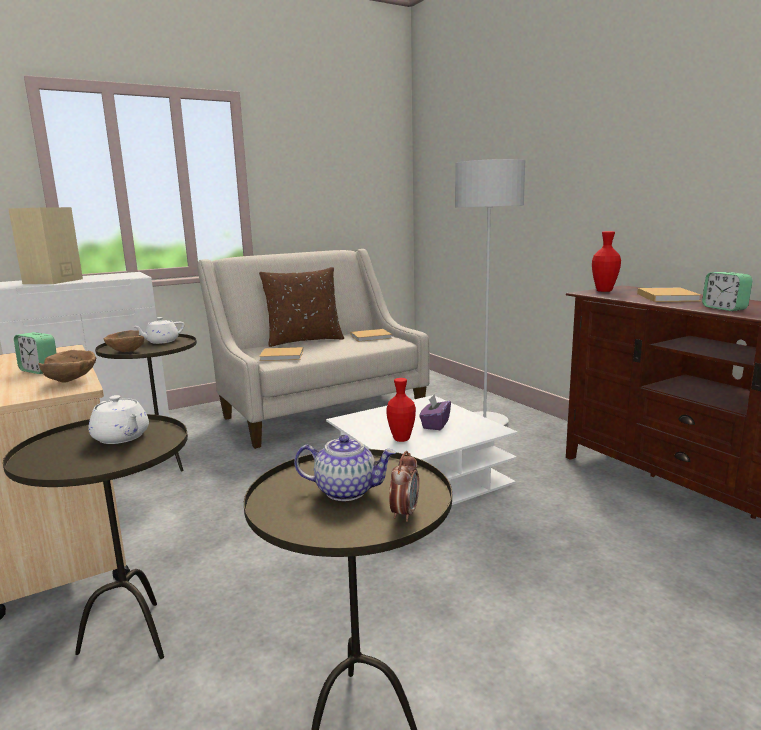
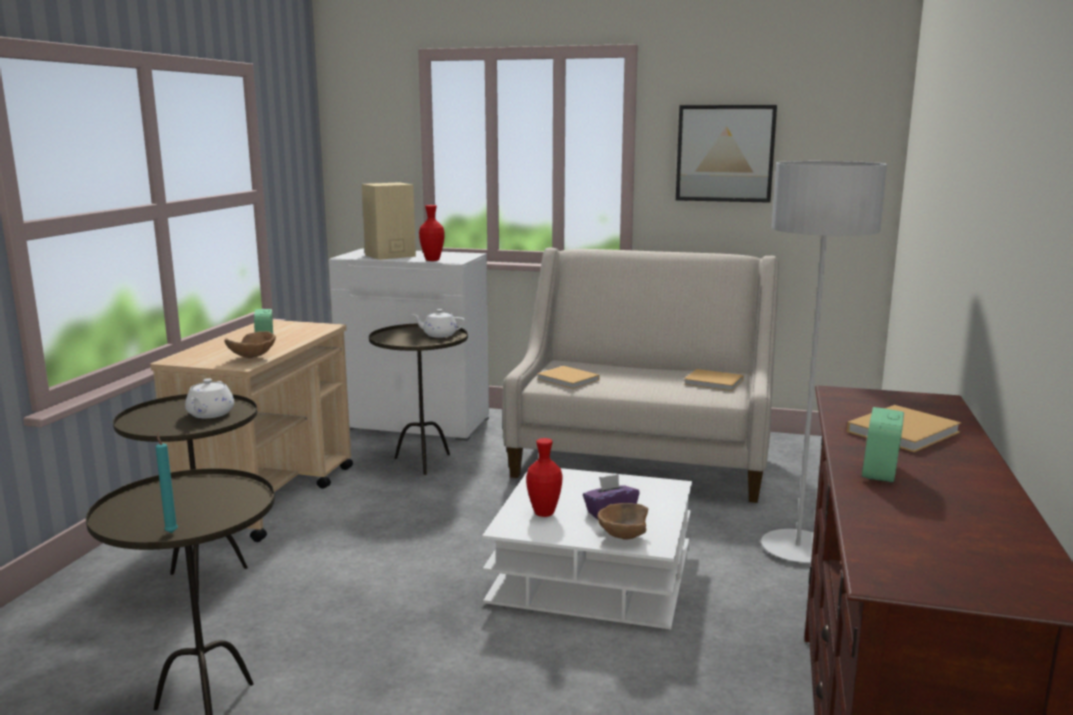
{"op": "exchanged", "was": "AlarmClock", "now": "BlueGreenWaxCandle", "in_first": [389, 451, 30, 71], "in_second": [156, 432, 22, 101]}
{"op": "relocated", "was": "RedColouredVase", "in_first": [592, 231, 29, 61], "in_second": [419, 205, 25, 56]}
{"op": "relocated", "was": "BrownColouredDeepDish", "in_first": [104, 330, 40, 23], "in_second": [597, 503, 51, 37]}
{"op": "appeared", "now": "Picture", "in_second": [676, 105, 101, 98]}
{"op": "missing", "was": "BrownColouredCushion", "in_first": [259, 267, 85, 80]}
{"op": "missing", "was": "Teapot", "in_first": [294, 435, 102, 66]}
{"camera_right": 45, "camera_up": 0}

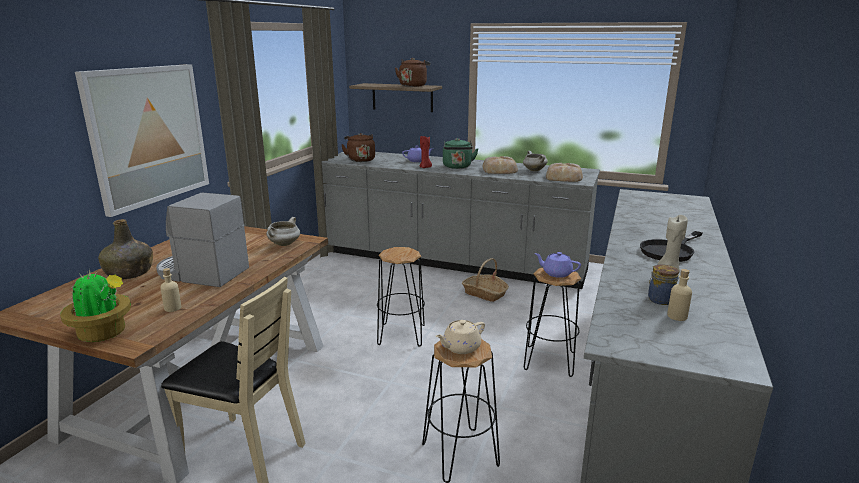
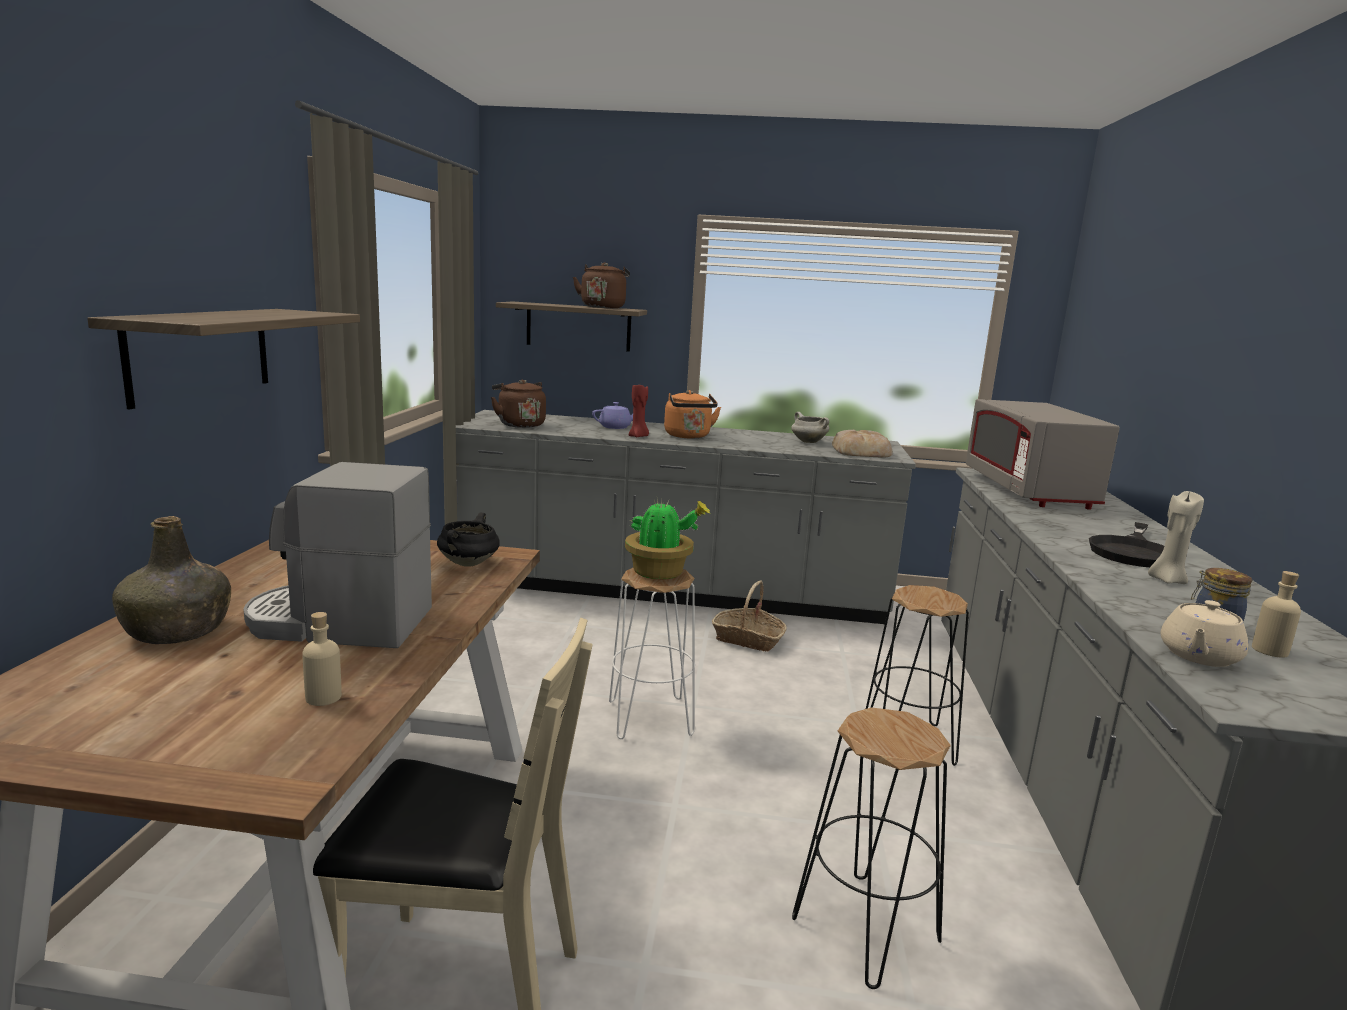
{"op": "exchanged", "was": "Picture", "now": "Shelf", "in_first": [75, 64, 134, 153], "in_second": [87, 309, 273, 100]}
{"op": "colour", "was": "WhiteColouredSaucepot", "now": "BlackishSaucepot", "in_first": [267, 217, 33, 29], "in_second": [437, 512, 63, 55]}
{"op": "colour", "was": "BlackishStoolSeat", "now": "WhiteColouredStoolSeat", "in_first": [377, 247, 48, 100], "in_second": [609, 568, 86, 171]}
{"op": "relocated", "was": "PottedPlant", "in_first": [60, 267, 71, 75], "in_second": [625, 498, 85, 82]}
{"op": "colour", "was": "GreenWaterKettle", "now": "OrangeyWaterKettle", "in_first": [443, 138, 36, 31], "in_second": [664, 390, 57, 48]}
{"op": "appeared", "now": "GrayMicrowave", "in_second": [966, 399, 154, 111]}
{"op": "relocated", "was": "BeigeColouredTeapot", "in_first": [436, 320, 49, 34], "in_second": [1160, 600, 88, 67]}
{"op": "missing", "was": "BakedBread", "in_first": [483, 156, 35, 18]}
{"op": "missing", "was": "PurpleColouredTeapot", "in_first": [534, 252, 47, 26]}
{"camera_right": -15, "camera_up": -5}

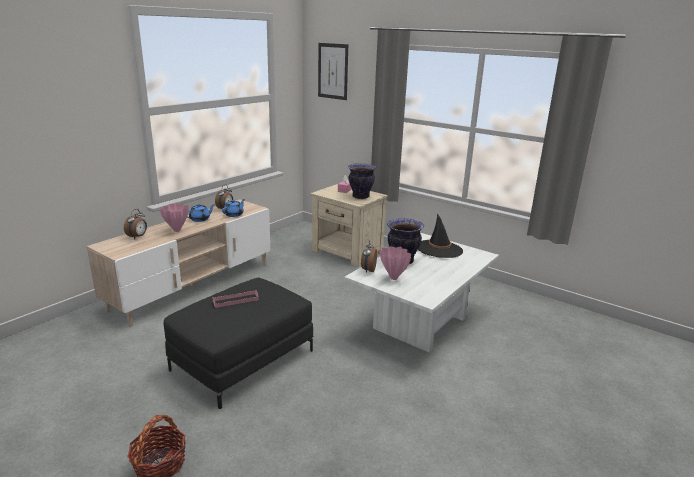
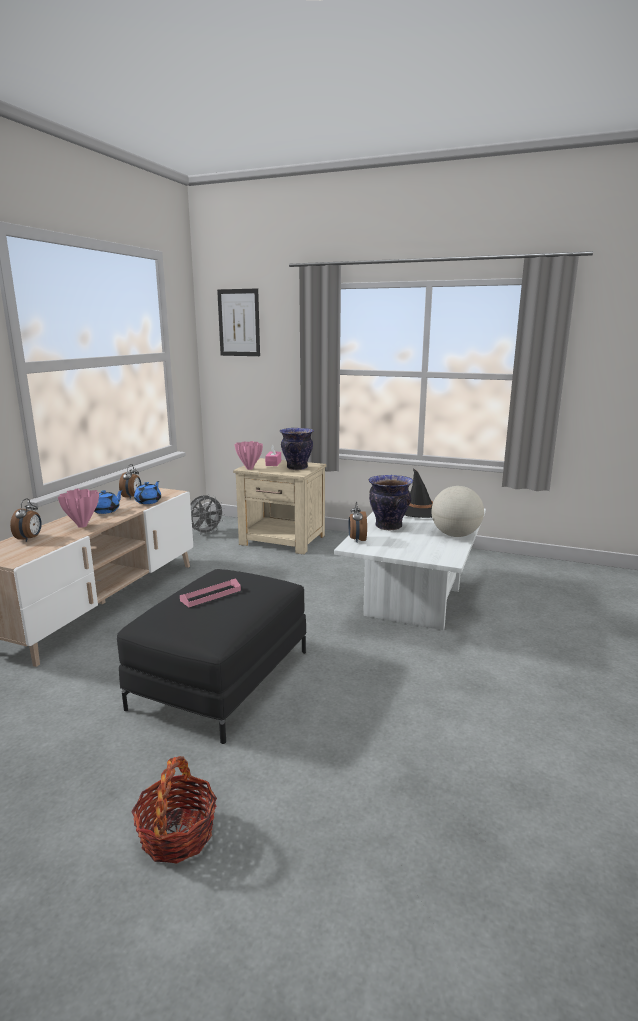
{"op": "appeared", "now": "GrayFan", "in_second": [190, 494, 35, 41]}
{"op": "relocated", "was": "PinkVase", "in_first": [380, 246, 31, 34], "in_second": [234, 441, 29, 29]}
{"op": "appeared", "now": "WorldGlobe", "in_second": [431, 486, 53, 51]}
{"camera_right": -15, "camera_up": -5}

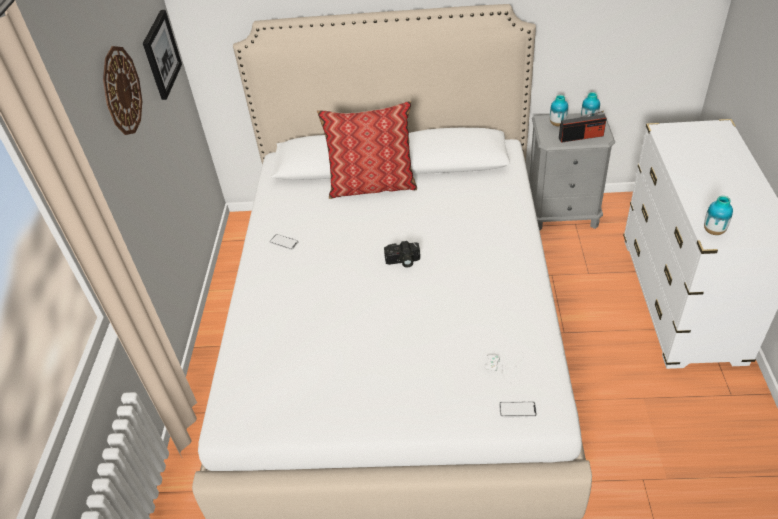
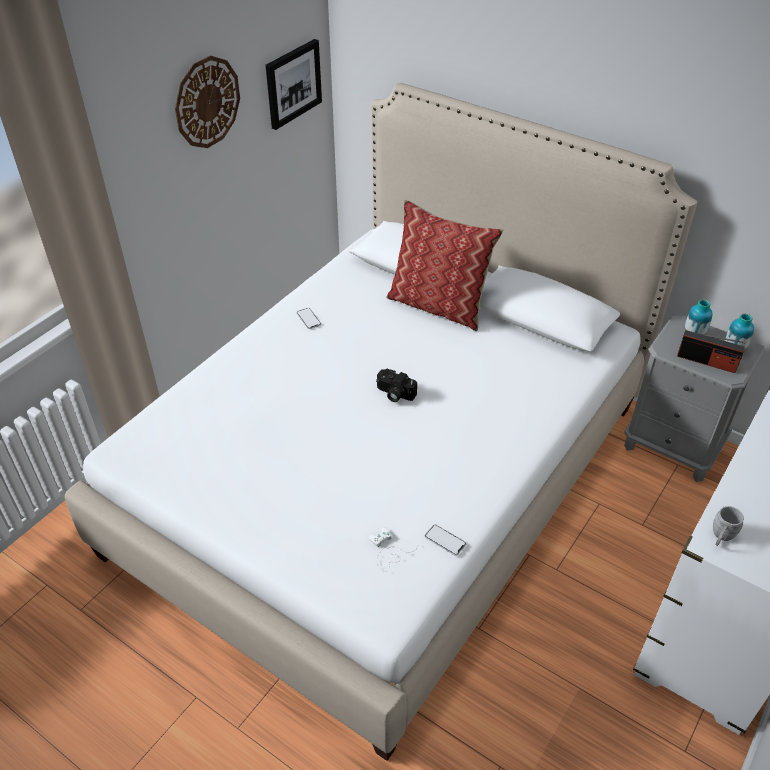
{"op": "relocated", "was": "Phone", "in_first": [499, 402, 38, 15], "in_second": [425, 525, 41, 31]}
{"op": "exchanged", "was": "Vase", "now": "GrayCoffeeMug", "in_first": [704, 196, 29, 39], "in_second": [713, 506, 31, 40]}
{"camera_right": 30, "camera_up": 0}

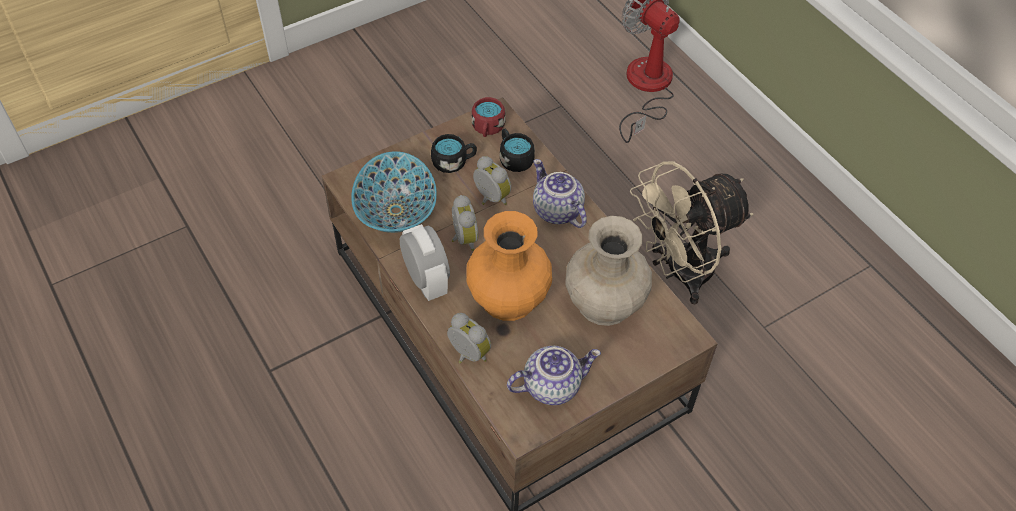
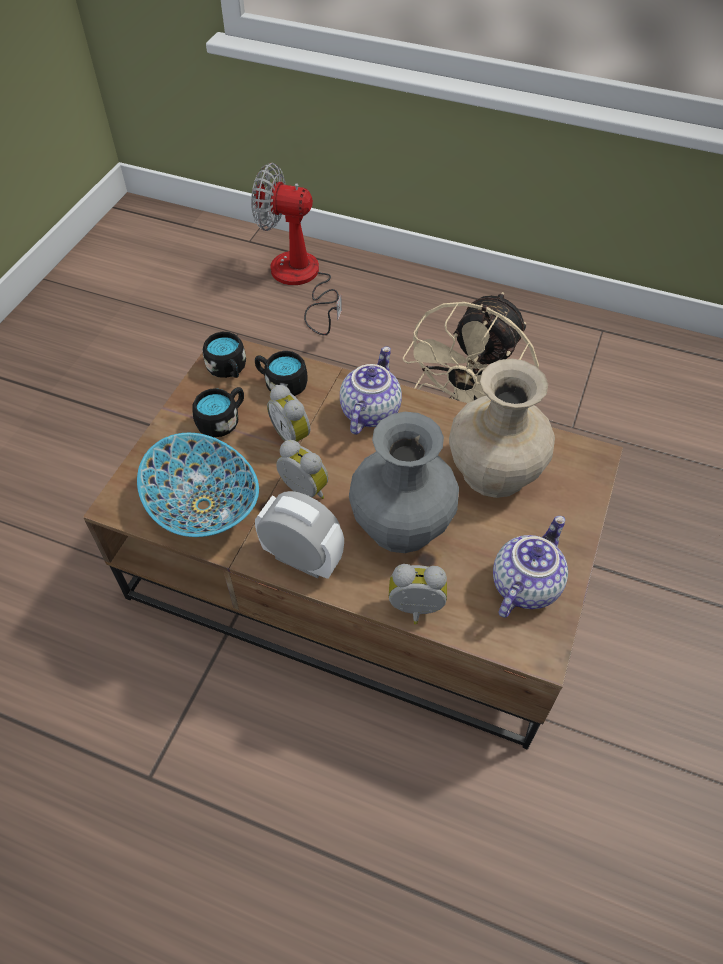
{"op": "colour", "was": "RedColouredCoffeeMug", "now": "BlackishCoffeeMug", "in_first": [471, 97, 35, 40], "in_second": [203, 332, 43, 46]}
{"op": "spun", "was": "AlarmClock", "in_first": [473, 156, 38, 49], "in_second": [267, 385, 43, 58], "clockwise": -135}
{"op": "spun", "was": "Teapot", "in_first": [533, 159, 54, 69], "in_second": [340, 346, 62, 88], "clockwise": 90}
{"op": "colour", "was": "OrangeyVase", "now": "GrayVase", "in_first": [466, 211, 86, 110], "in_second": [349, 412, 110, 141]}
{"camera_right": -35, "camera_up": 0}

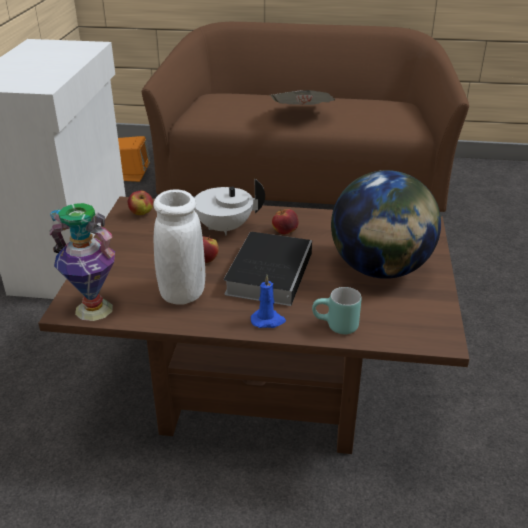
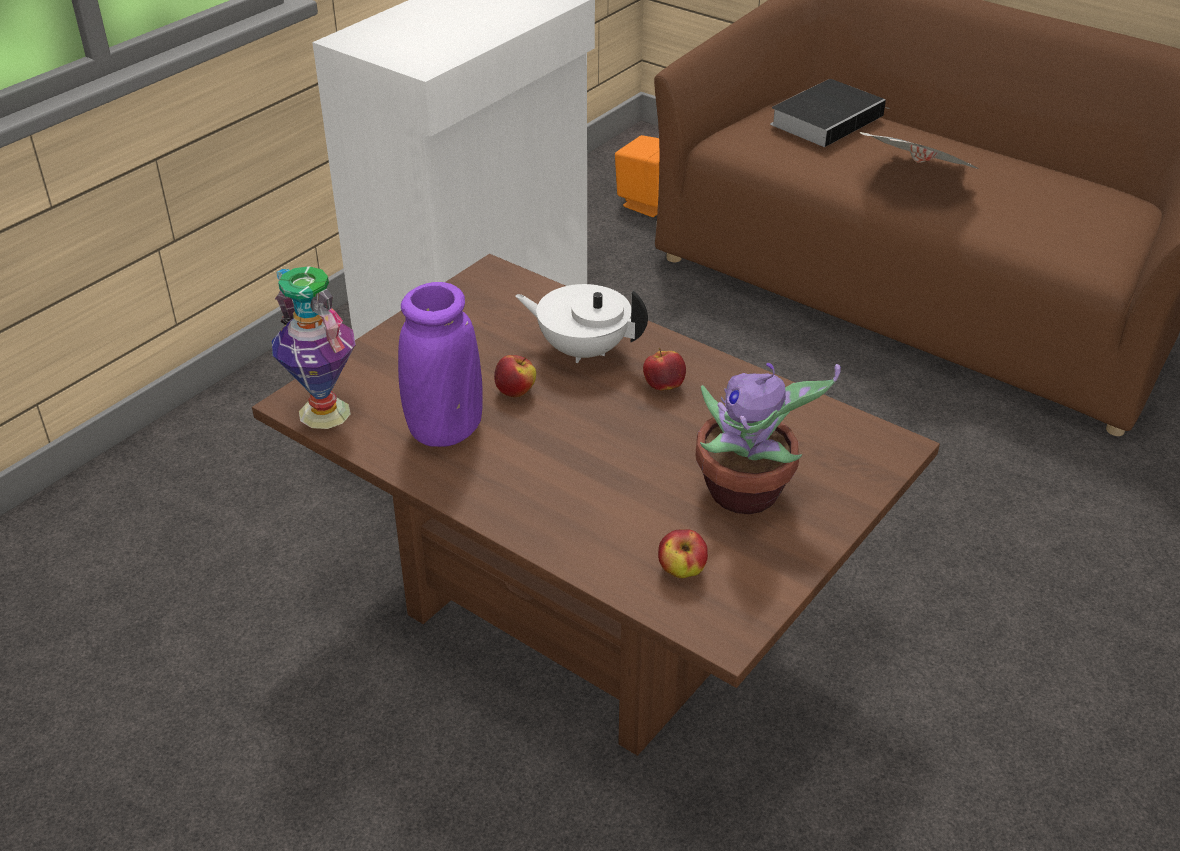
{"op": "colour", "was": "WhiteColouredVase", "now": "PurpleColouredVase", "in_first": [154, 190, 51, 115], "in_second": [398, 282, 85, 165]}
{"op": "relocated", "was": "AppleFruit", "in_first": [127, 191, 26, 24], "in_second": [658, 529, 50, 49]}
{"op": "exchanged", "was": "WorldGlobe", "now": "PottedPlant", "in_first": [331, 170, 110, 109], "in_second": [696, 363, 145, 151]}
{"op": "relocated", "was": "Book", "in_first": [224, 232, 88, 74], "in_second": [770, 79, 120, 68]}
{"op": "missing", "was": "BlueColouredWaxCandle", "in_first": [251, 275, 35, 53]}
{"op": "missing", "was": "BlueGreenCoffeeMug", "in_first": [312, 287, 49, 47]}
{"camera_right": 30, "camera_up": 5}

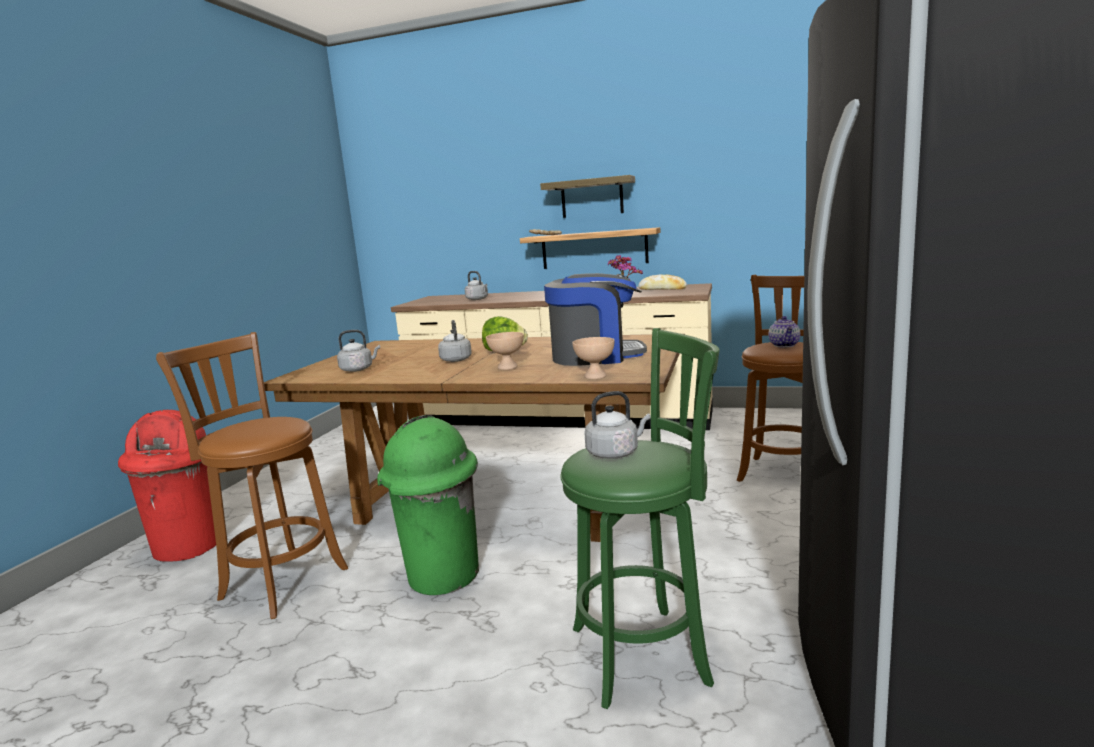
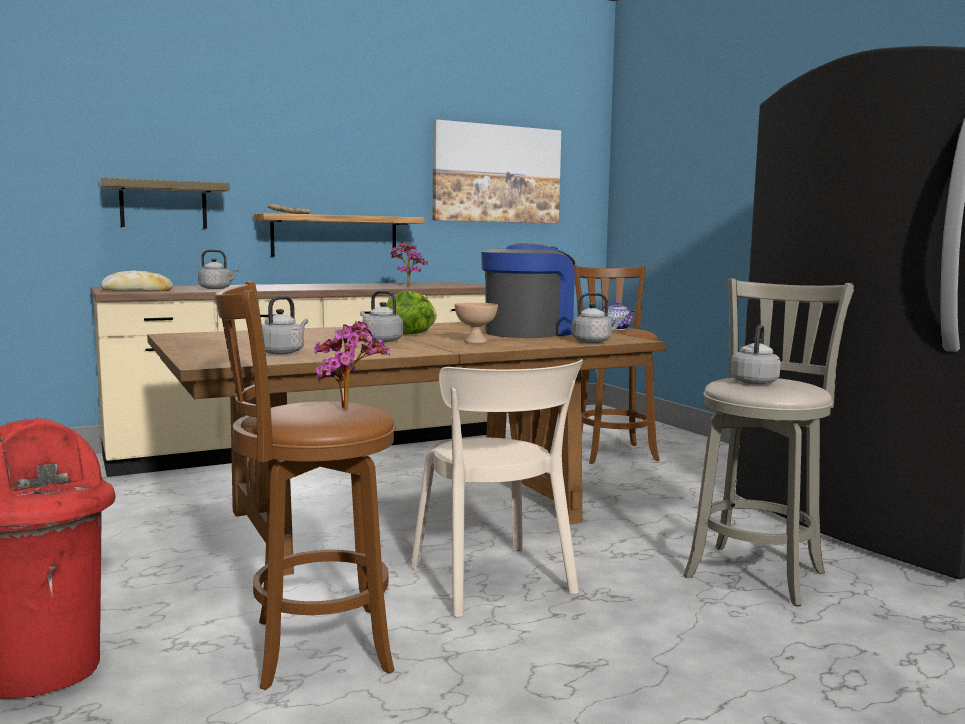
{"op": "relocated", "was": "Shelf", "in_first": [540, 175, 95, 43], "in_second": [99, 177, 131, 51]}
{"op": "relocated", "was": "BakedBread", "in_first": [638, 274, 49, 16], "in_second": [101, 270, 72, 21]}
{"op": "appeared", "now": "PottedPlant", "in_second": [314, 321, 77, 89]}
{"op": "exchanged", "was": "GreenWasteBin", "now": "BeigeColouredUprightChair", "in_first": [377, 415, 102, 180], "in_second": [410, 359, 173, 258]}
{"op": "appeared", "now": "Picture", "in_second": [433, 119, 128, 104]}
{"op": "exchanged", "was": "BeigeColouredDeepDish", "now": "GrayWaterKettle", "in_first": [572, 337, 43, 42], "in_second": [572, 292, 52, 51]}
{"op": "colour", "was": "GreenStoolSeat", "now": "GrayStoolSeat", "in_first": [560, 328, 160, 381], "in_second": [684, 278, 170, 328]}
{"camera_right": -45, "camera_up": -5}

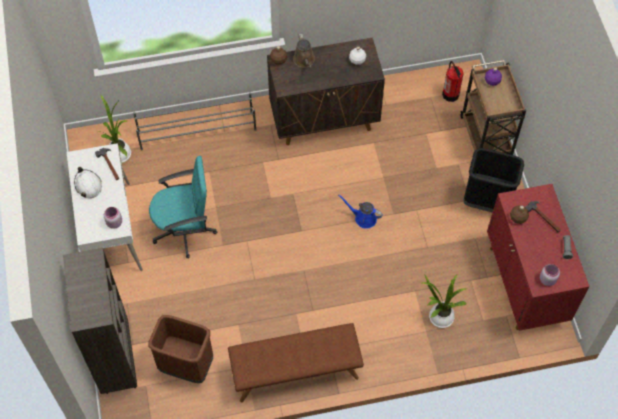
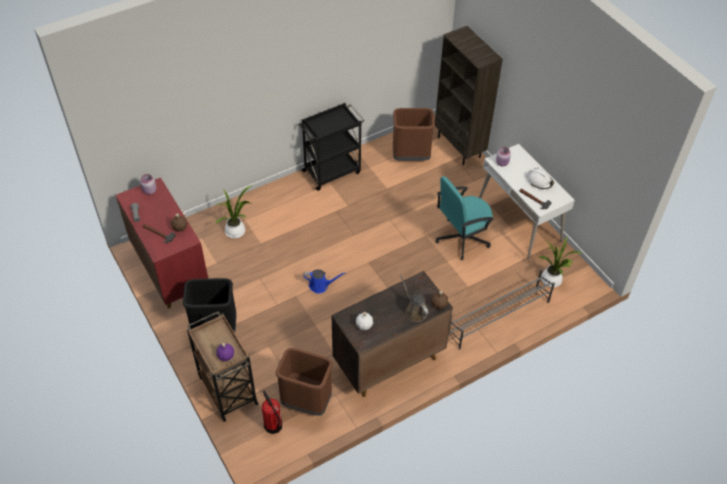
{"op": "appeared", "now": "BrownColouredWasteBin", "in_second": [276, 348, 56, 68]}
{"op": "exchanged", "was": "BrownColouredIndoorBench", "now": "BlackishWheeledCart", "in_first": [228, 323, 136, 79], "in_second": [299, 103, 66, 88]}
{"camera_right": 160, "camera_up": -10}

